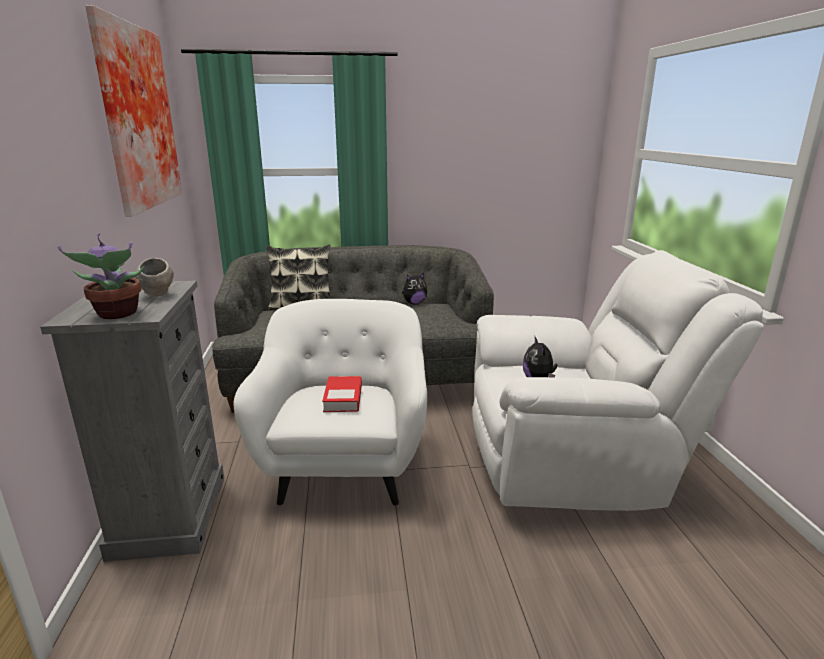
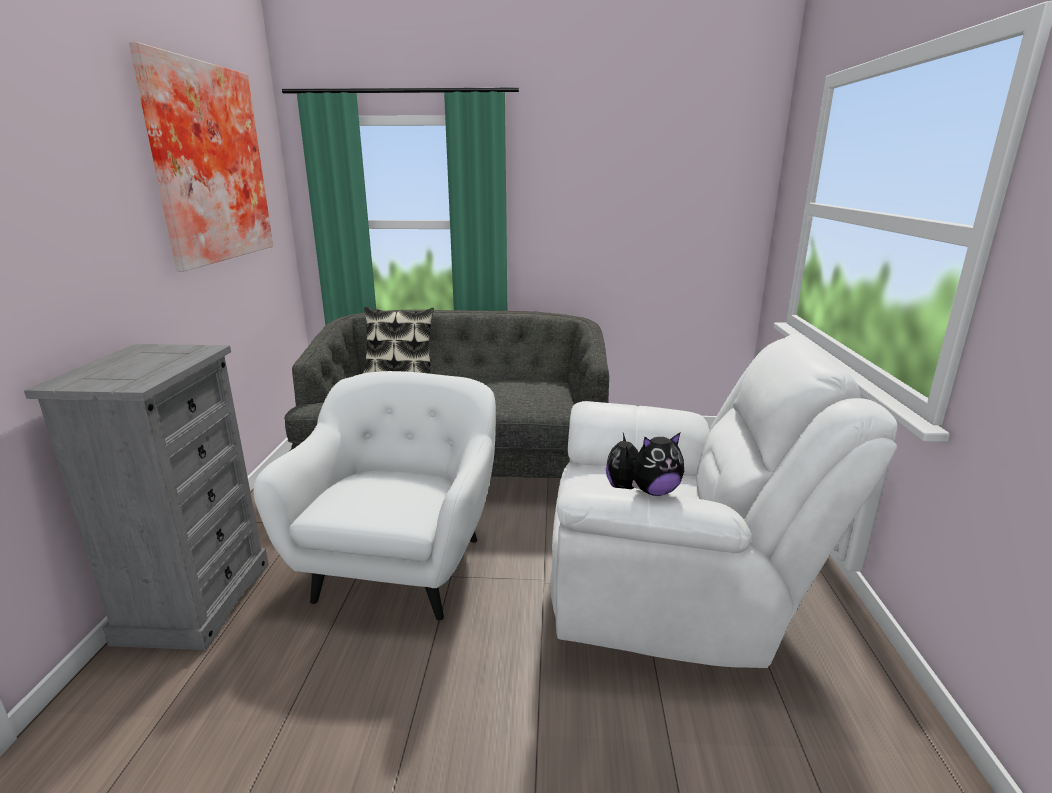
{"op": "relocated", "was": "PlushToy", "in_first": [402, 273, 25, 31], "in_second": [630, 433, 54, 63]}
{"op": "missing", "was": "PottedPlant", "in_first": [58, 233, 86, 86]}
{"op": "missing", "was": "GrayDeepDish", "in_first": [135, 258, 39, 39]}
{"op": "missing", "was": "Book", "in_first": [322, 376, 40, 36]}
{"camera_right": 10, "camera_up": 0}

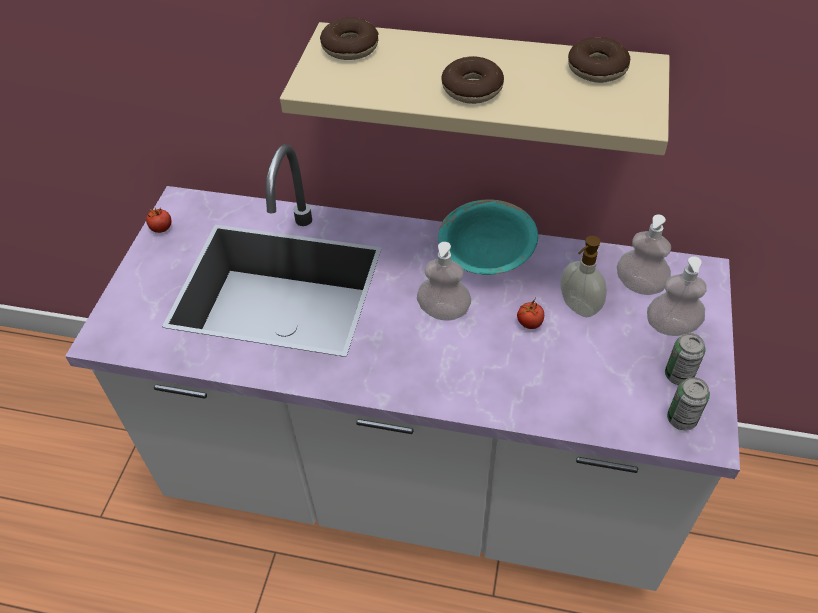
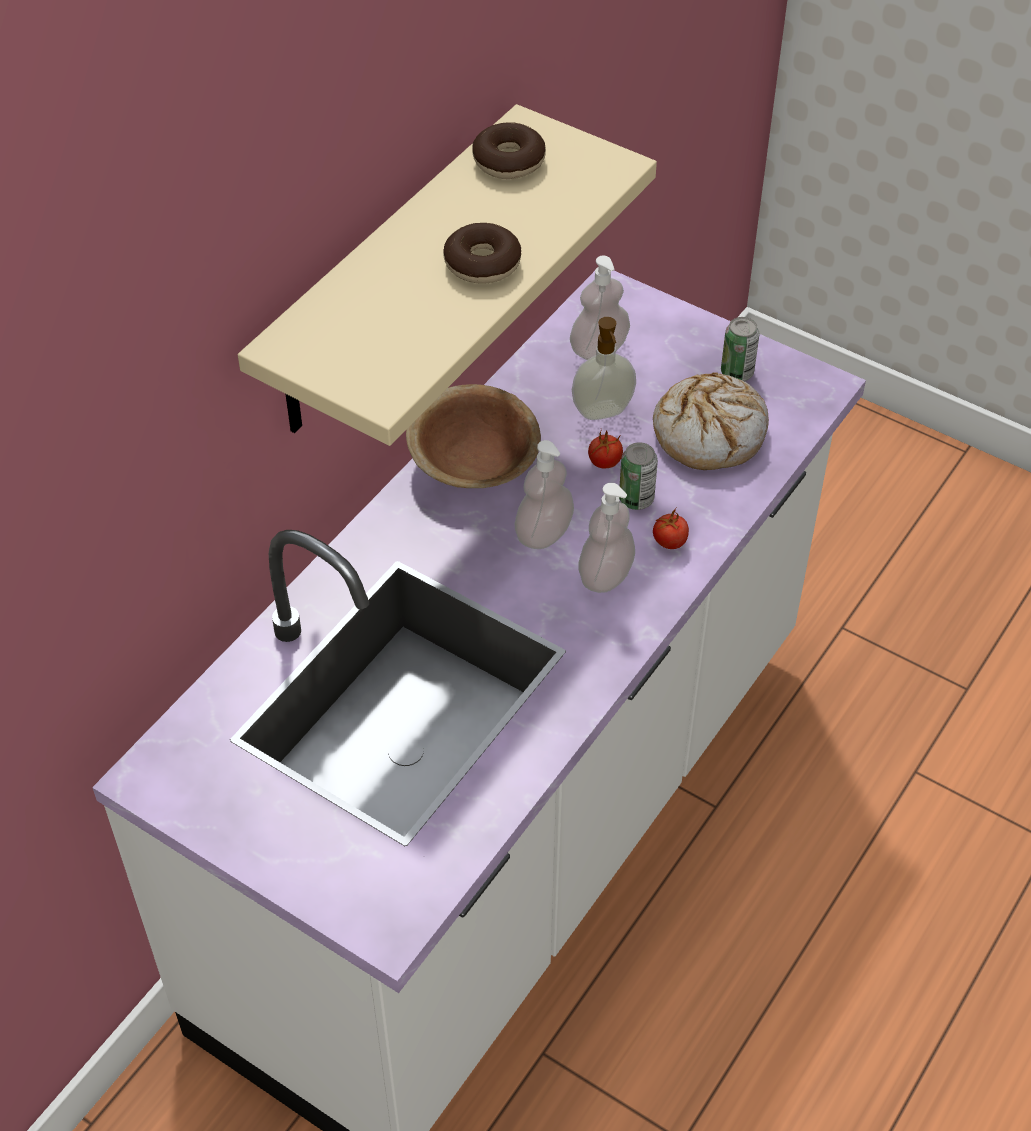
{"op": "colour", "was": "BlueGreenDeepDish", "now": "BrownColouredDeepDish", "in_first": [438, 199, 100, 76], "in_second": [406, 384, 135, 104]}
{"op": "relocated", "was": "SoapDispenser", "in_first": [647, 256, 60, 80], "in_second": [578, 483, 57, 110]}
{"op": "relocated", "was": "MetalCan", "in_first": [667, 377, 43, 54], "in_second": [619, 442, 39, 68]}
{"op": "appeared", "now": "BakedBread", "in_second": [653, 372, 116, 98]}
{"op": "relocated", "was": "Tomato", "in_first": [146, 208, 25, 25], "in_second": [653, 508, 36, 41]}
{"op": "missing", "was": "Donut", "in_first": [320, 17, 59, 43]}
{"camera_right": -70, "camera_up": 0}

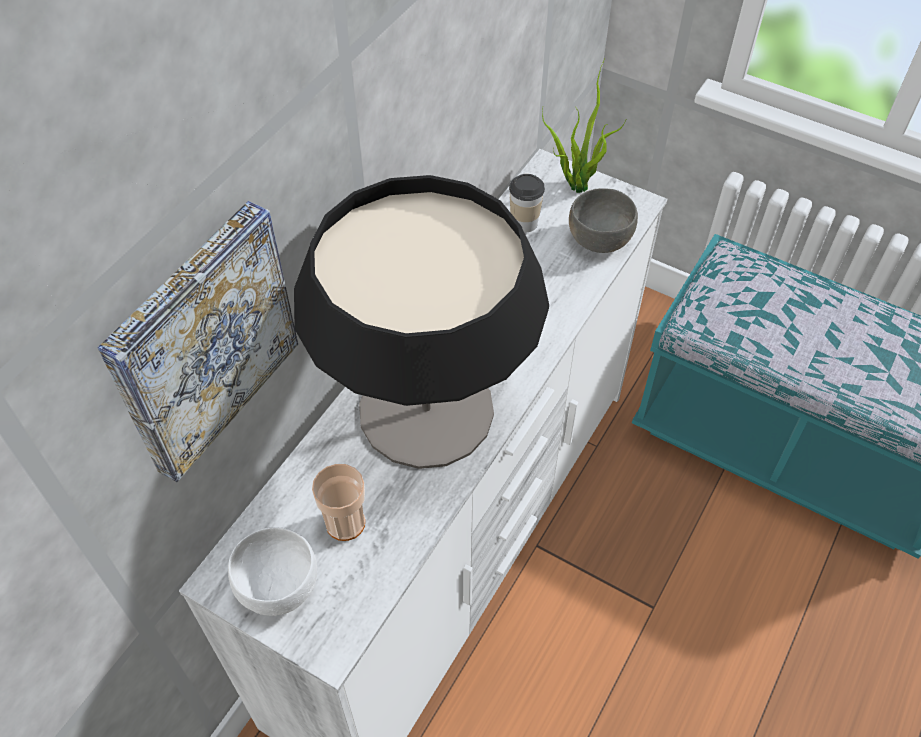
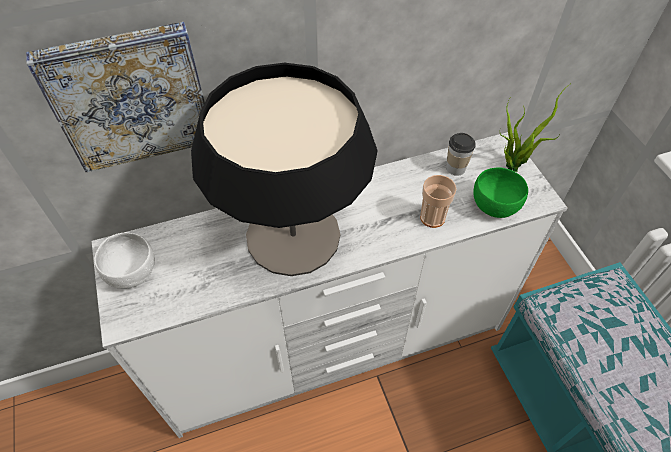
{"op": "relocated", "was": "Cup", "in_first": [312, 464, 53, 77], "in_second": [420, 175, 37, 53]}
{"op": "colour", "was": "GrayDeepDish", "now": "GreenDeepDish", "in_first": [569, 188, 69, 65], "in_second": [474, 167, 54, 51]}
{"camera_right": 40, "camera_up": 0}

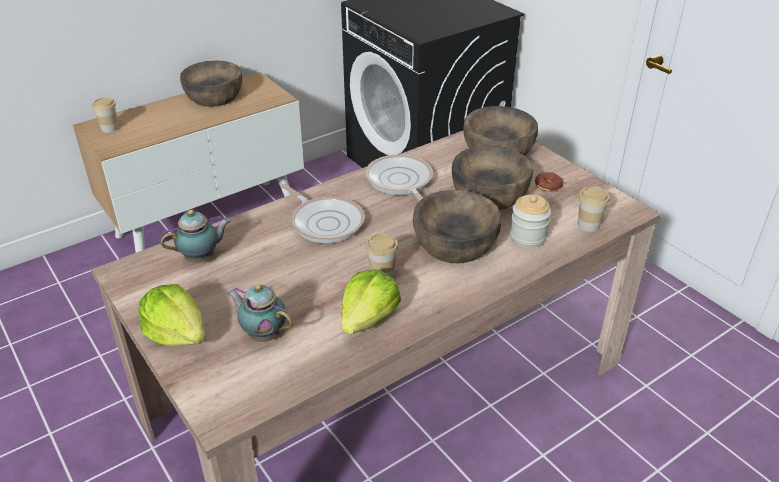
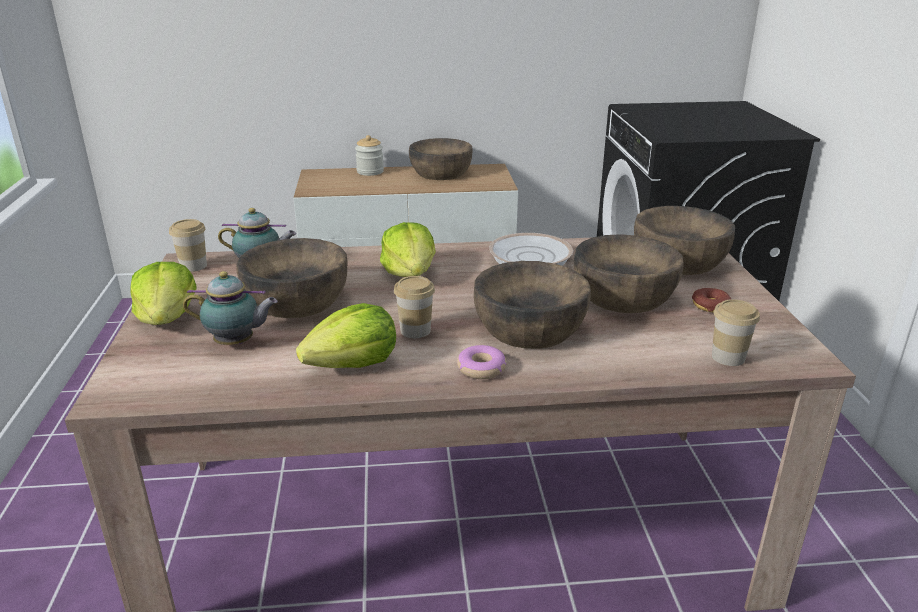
{"op": "relocated", "was": "Cup", "in_first": [92, 97, 27, 36], "in_second": [169, 219, 38, 53]}
{"op": "spun", "was": "Teapot", "in_first": [227, 284, 66, 58], "in_second": [183, 271, 95, 74], "clockwise": 120}
{"op": "appeared", "now": "BrownColouredDeepDish", "in_second": [236, 238, 111, 80]}
{"op": "relocated", "was": "PreserveJar", "in_first": [510, 195, 41, 53], "in_second": [355, 135, 29, 41]}
{"op": "exchanged", "was": "Pan", "now": "Lettuce", "in_first": [281, 184, 84, 59], "in_second": [380, 222, 56, 55]}
{"op": "appeared", "now": "Donut", "in_second": [457, 345, 49, 34]}
{"camera_right": 30, "camera_up": -10}

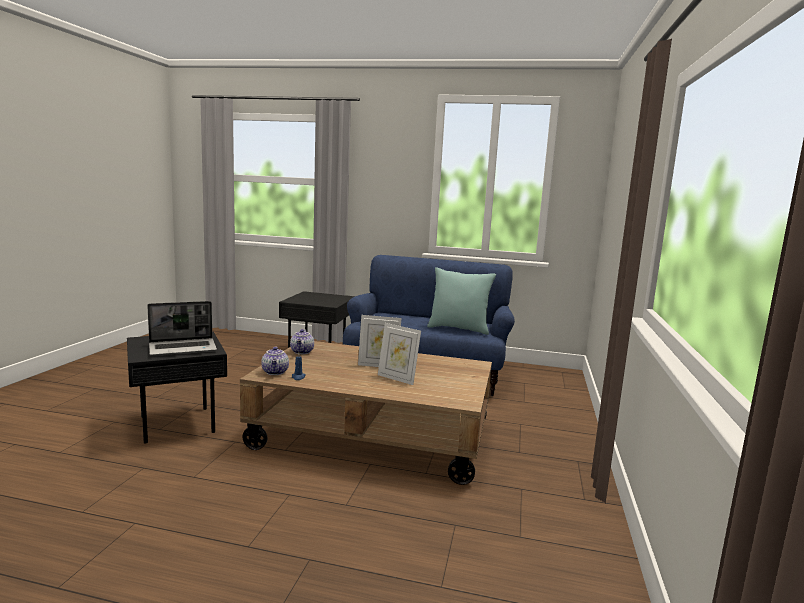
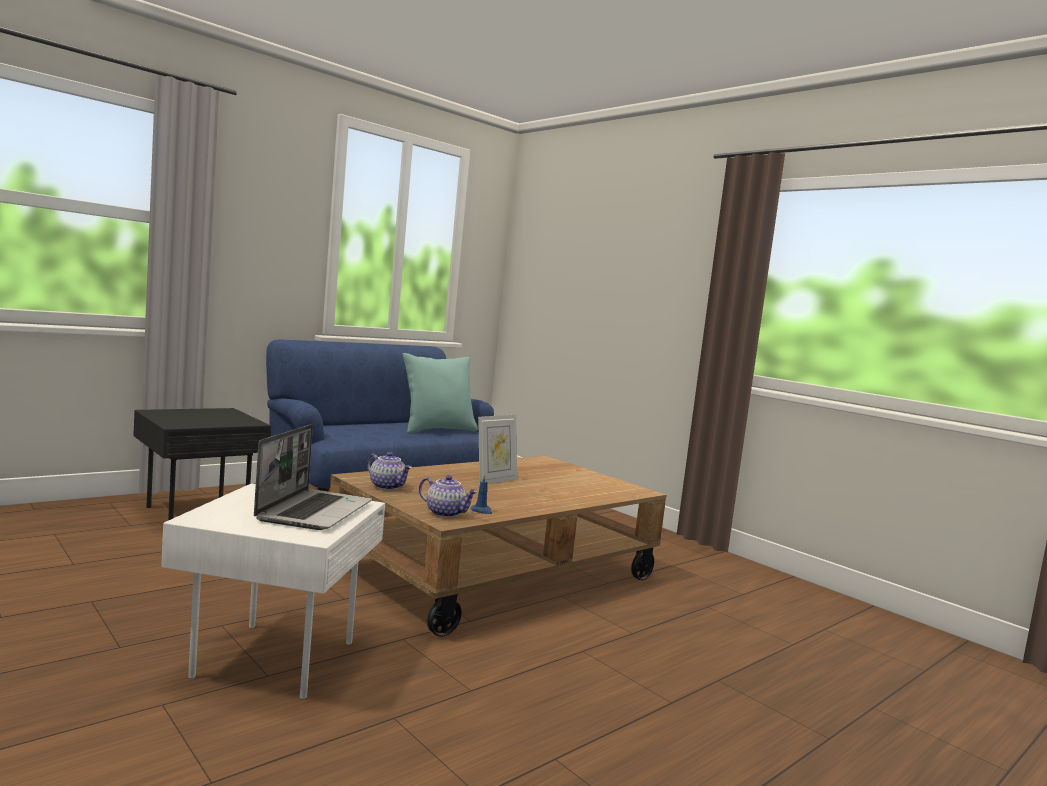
{"op": "colour", "was": "BlackishAccentTable", "now": "WhiteColouredAccentTable", "in_first": [127, 331, 100, 112], "in_second": [161, 483, 224, 216]}
{"op": "missing", "was": "PictureFrame", "in_first": [378, 323, 43, 62]}
{"camera_right": -55, "camera_up": -5}

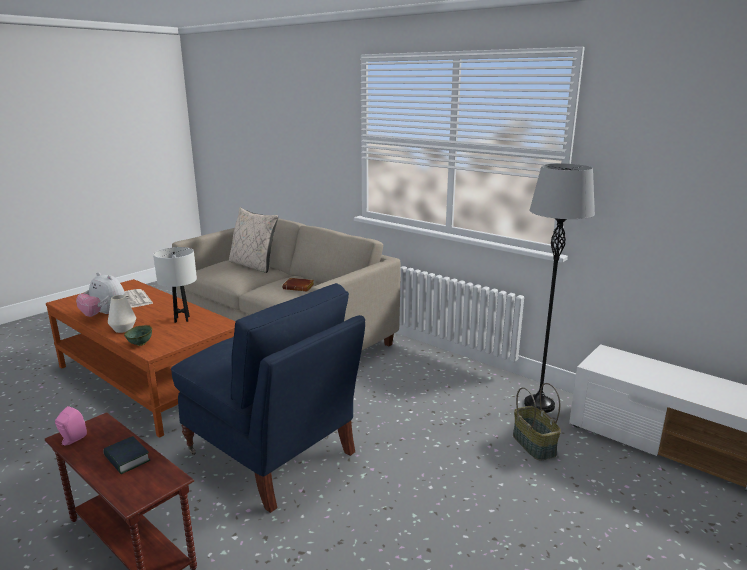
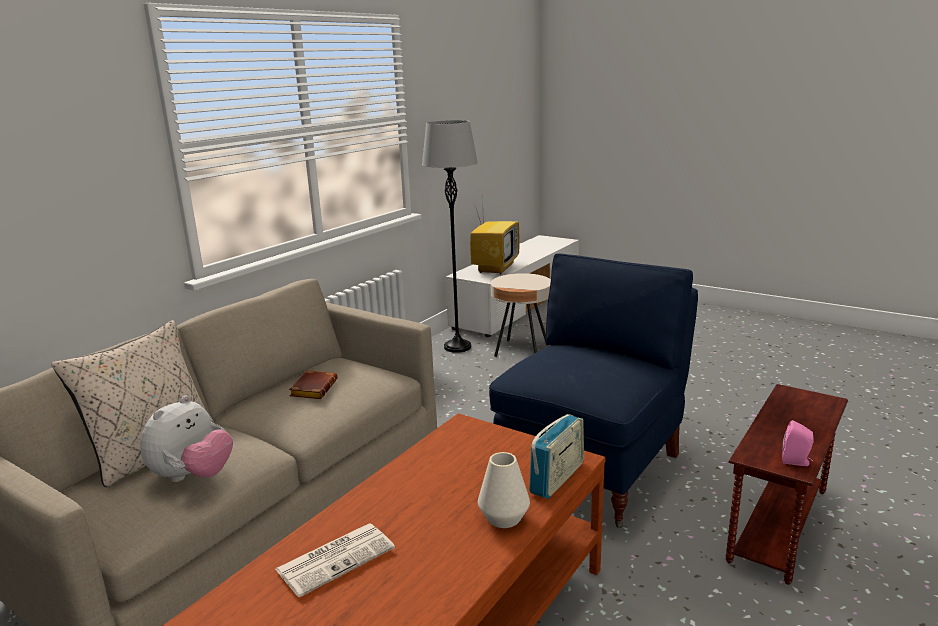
{"op": "relocated", "was": "PlushToy", "in_first": [76, 272, 49, 45], "in_second": [140, 396, 93, 86]}
{"op": "appeared", "now": "TvSet", "in_second": [470, 191, 49, 84]}
{"op": "exchanged", "was": "HouseholdBasket", "now": "BeigeColouredAccentTable", "in_first": [513, 383, 48, 77], "in_second": [491, 273, 60, 84]}
{"op": "exchanged", "was": "GreenDeepDish", "now": "RadioReceiver", "in_first": [124, 325, 28, 21], "in_second": [529, 414, 55, 85]}
{"op": "missing", "was": "Book", "in_first": [103, 436, 47, 38]}
{"op": "missing", "was": "WhiteColouredLampForATable", "in_first": [153, 247, 44, 76]}
{"camera_right": -95, "camera_up": 0}

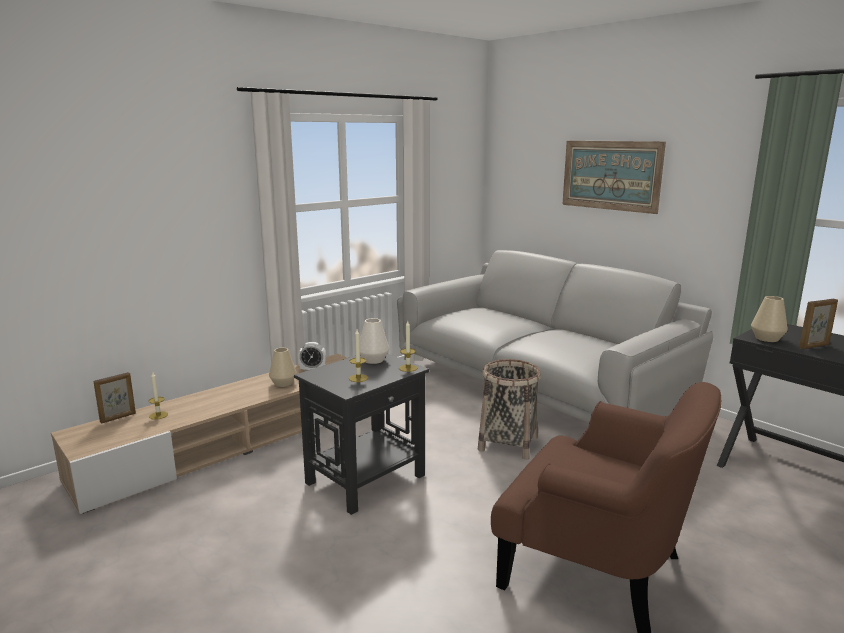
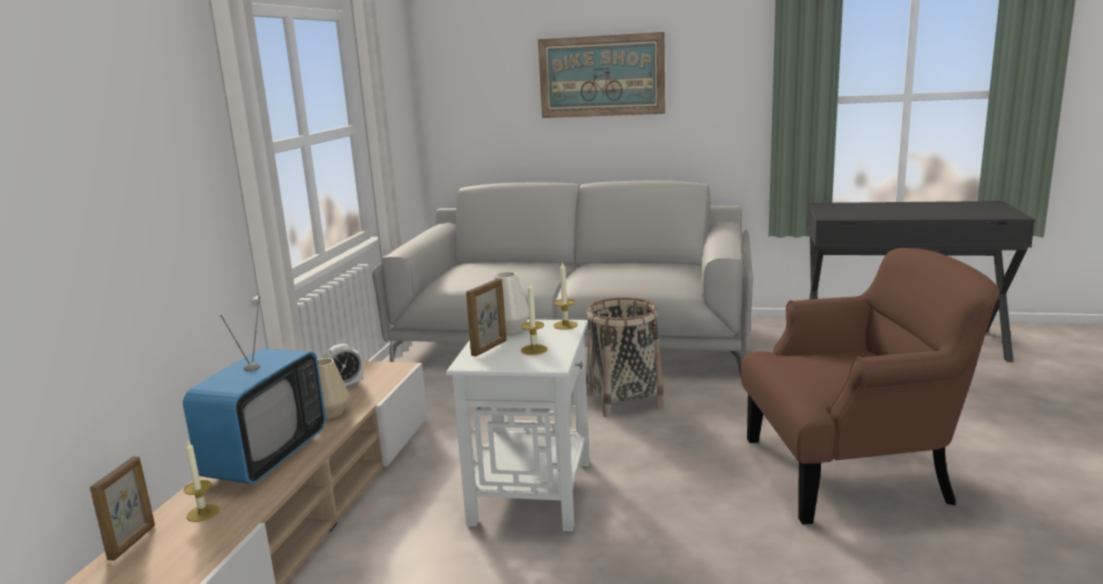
{"op": "appeared", "now": "TvSet", "in_second": [183, 297, 143, 187]}
{"op": "colour", "was": "BlackishAccentTable", "now": "WhiteColouredAccentTable", "in_first": [294, 354, 136, 161], "in_second": [446, 320, 143, 212]}
{"op": "relocated", "was": "PictureFrame", "in_first": [799, 299, 39, 50], "in_second": [466, 279, 40, 78]}
{"op": "missing", "was": "BeigeColouredVase", "in_first": [751, 296, 37, 46]}
{"camera_right": -35, "camera_up": 0}

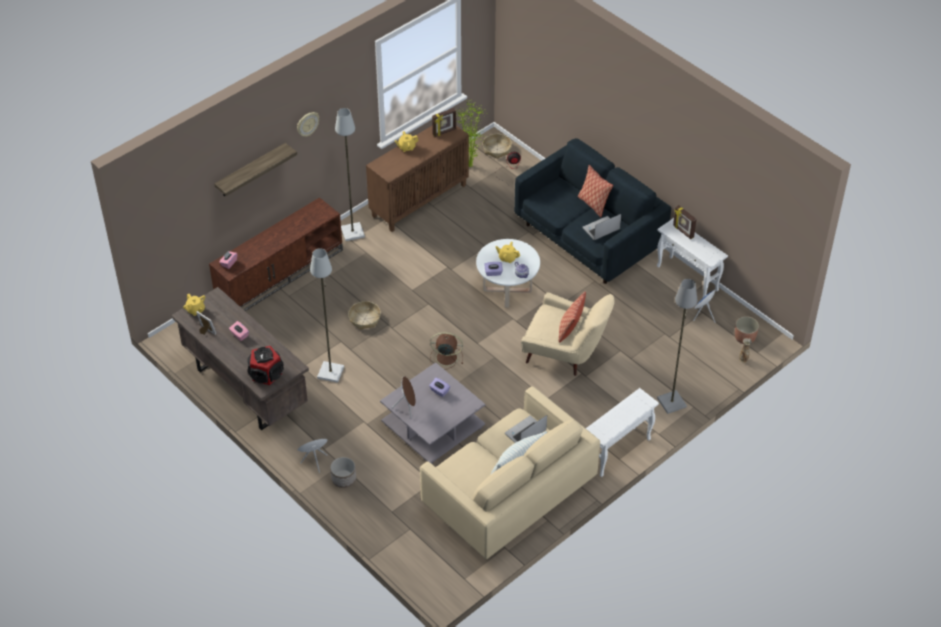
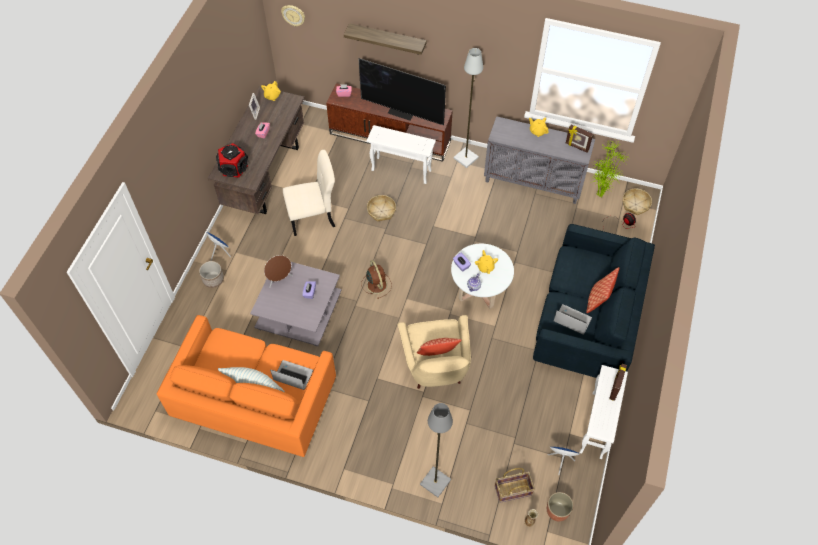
{"op": "colour", "was": "BeigeColouredSettee", "now": "OrangeySettee", "in_first": [420, 386, 180, 173], "in_second": [157, 315, 179, 142]}
{"op": "relocated", "was": "ClockOnTheWall", "in_first": [297, 112, 22, 25], "in_second": [281, 5, 24, 21]}
{"op": "exchanged", "was": "GrayStandingLamp", "now": "BeigeColouredUprightChair", "in_first": [310, 248, 34, 135], "in_second": [283, 150, 52, 86]}
{"op": "appeared", "now": "TvSet", "in_second": [358, 58, 88, 67]}
{"op": "relocated", "was": "WhiteColouredAccentTable", "in_first": [586, 388, 73, 89], "in_second": [366, 125, 70, 59]}
{"op": "colour", "was": "BrownColouredCabinet", "now": "GrayCabinet", "in_first": [366, 126, 103, 106], "in_second": [484, 116, 111, 88]}
{"op": "appeared", "now": "HouseholdBasket", "in_second": [495, 468, 40, 35]}
{"camera_right": 60, "camera_up": 10}

